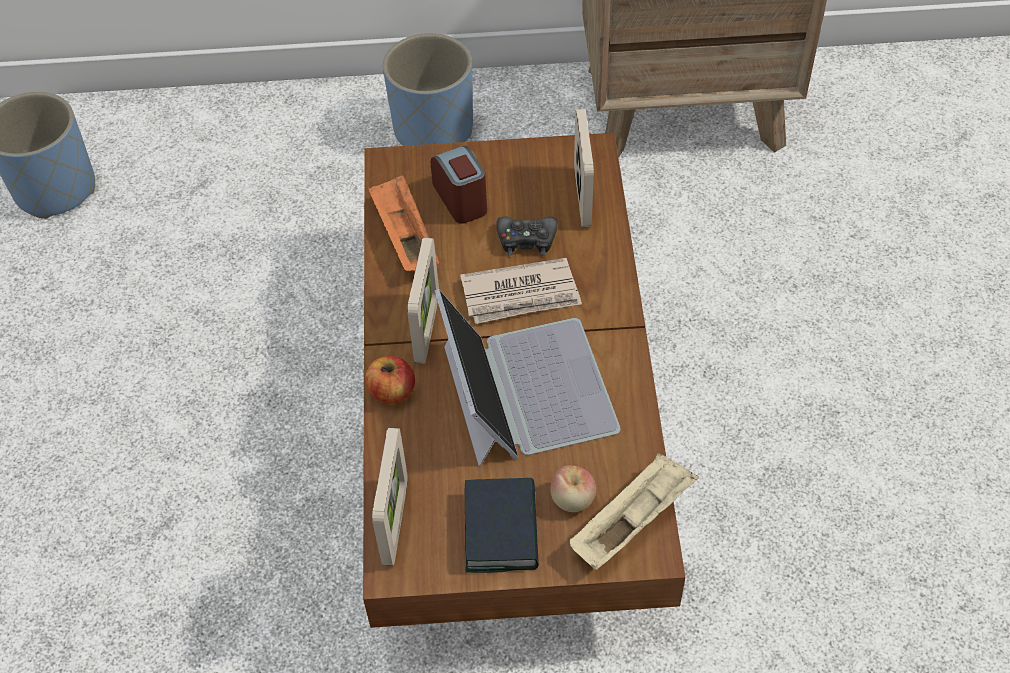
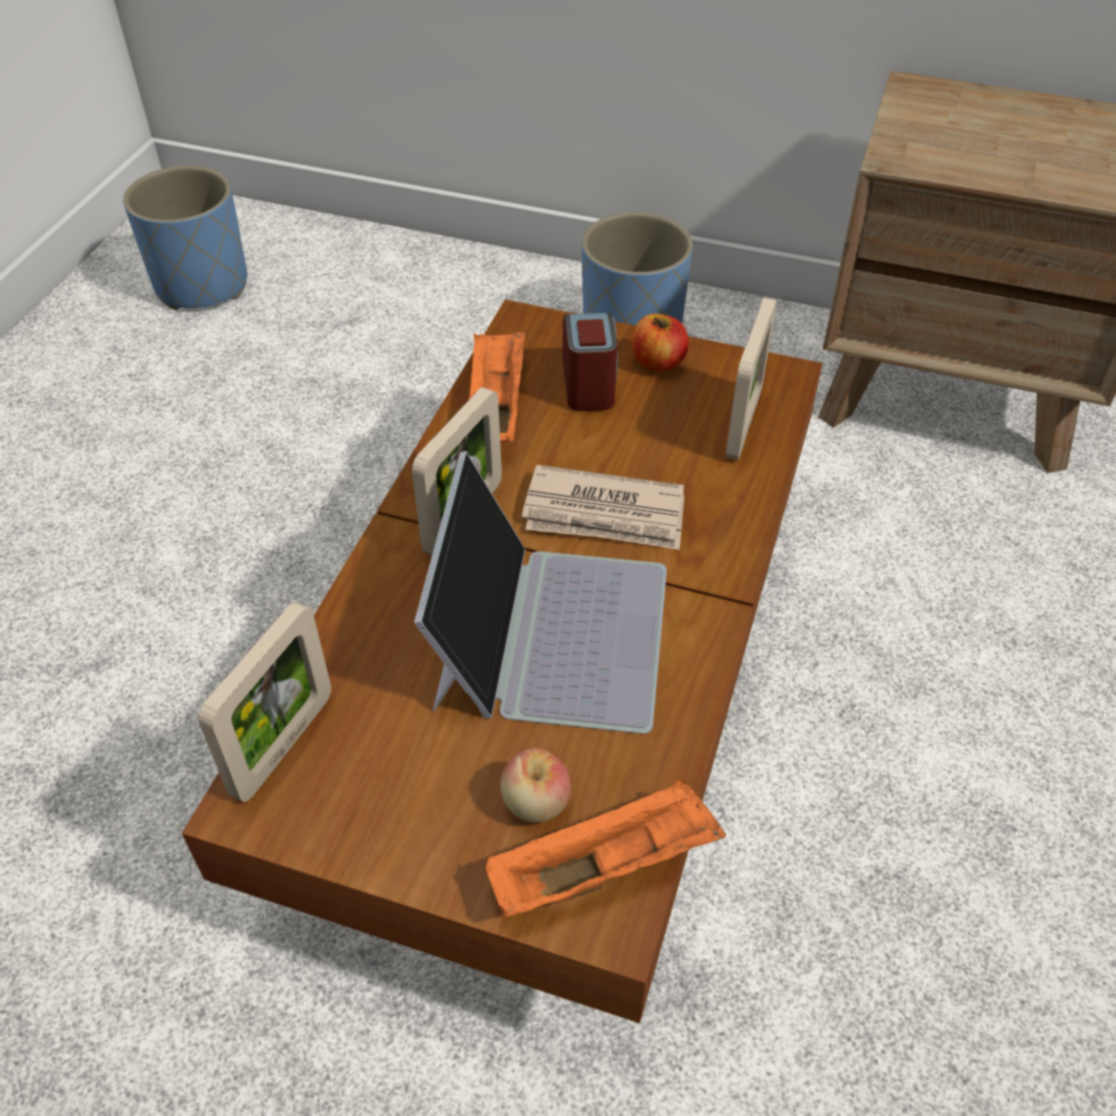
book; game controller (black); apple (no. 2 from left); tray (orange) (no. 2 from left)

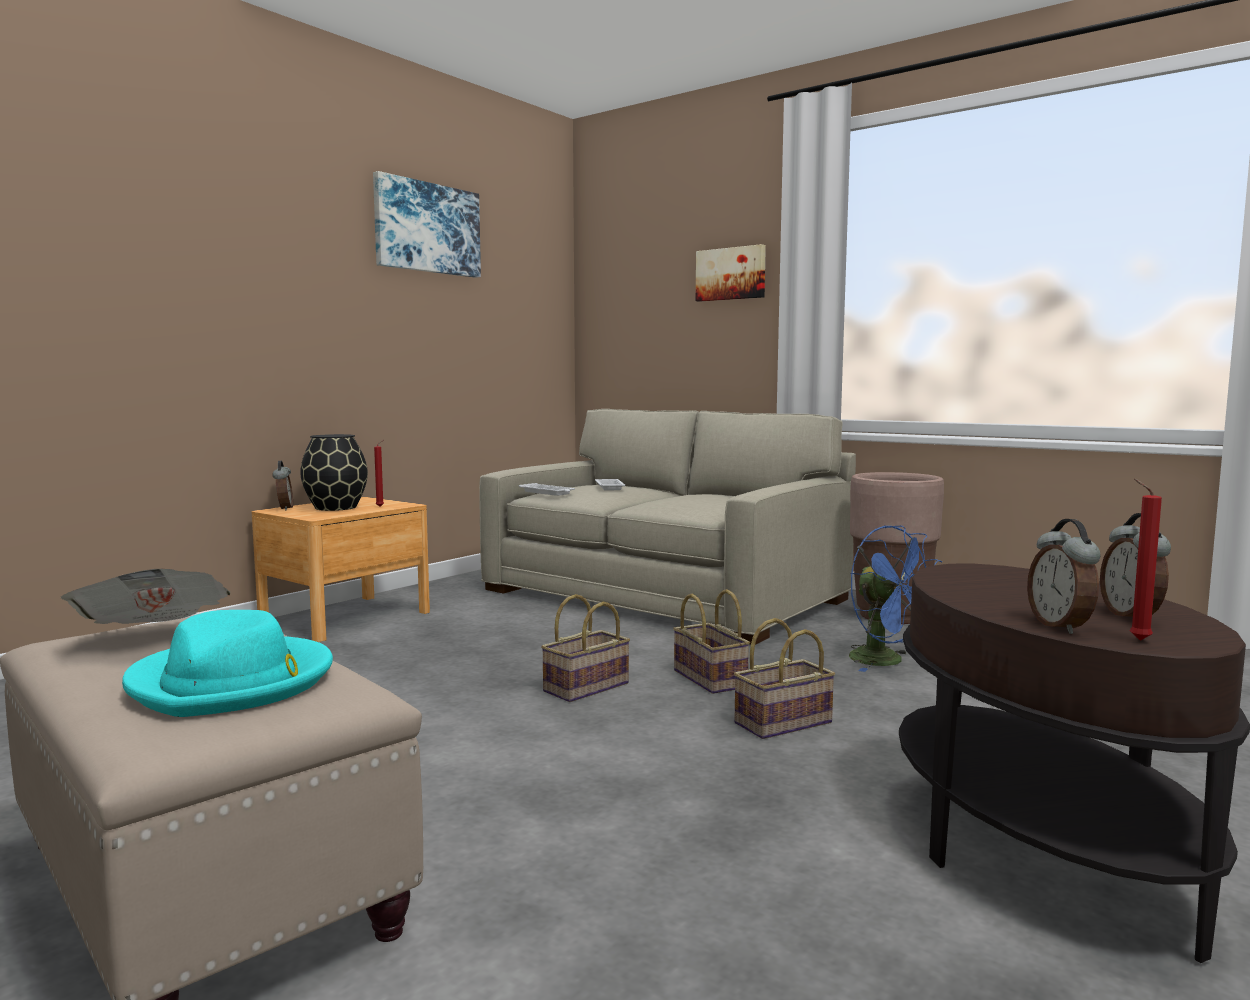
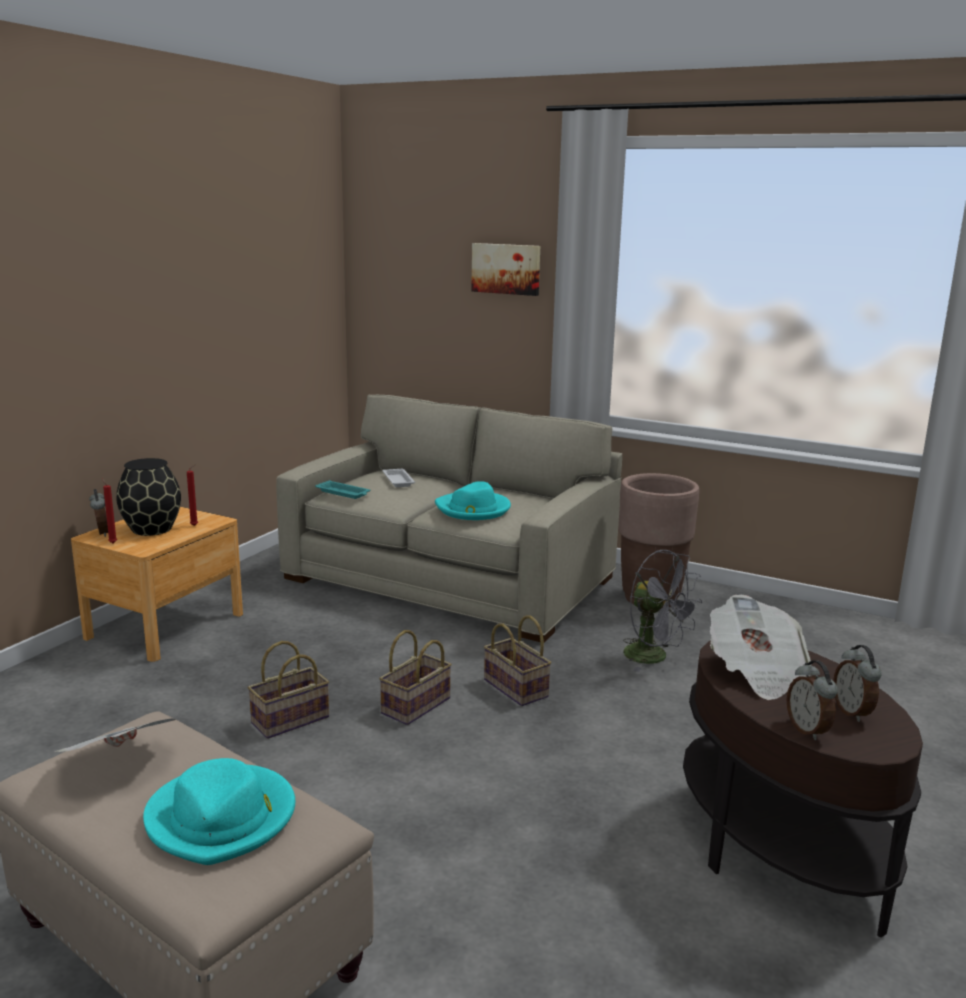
picture (no. 1 from left in the first image); hat (turquoise) (no. 2 from left); newspaper (no. 2 from left); basket (no. 1 from left); candle (red) (no. 1 from left); tray (turquoise); fan (grey)

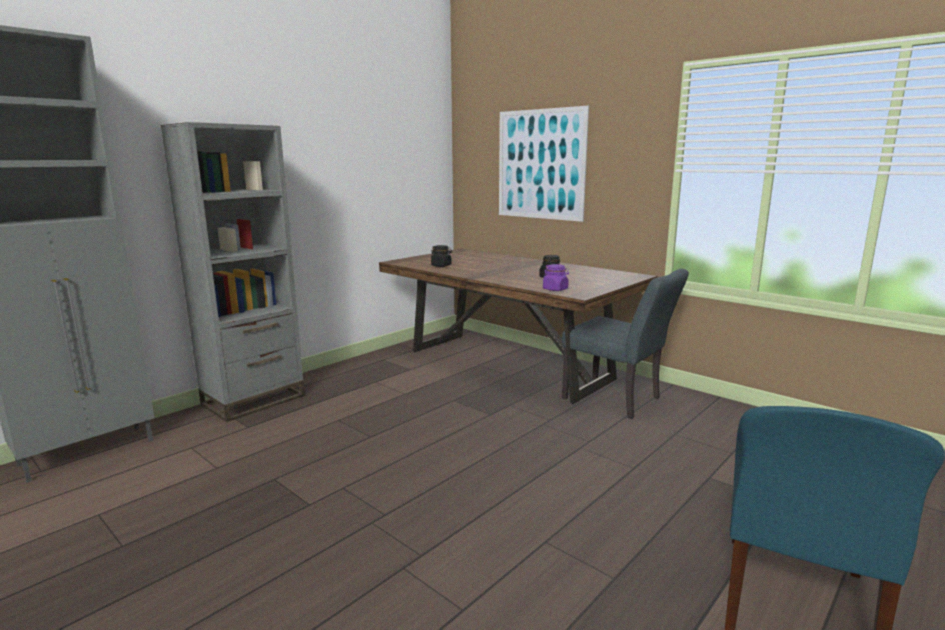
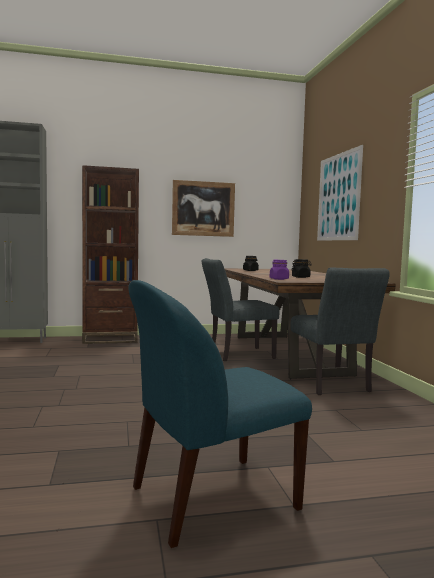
picture (no. 1 from left); chair (grey) (no. 1 from left); bookcase (brown)

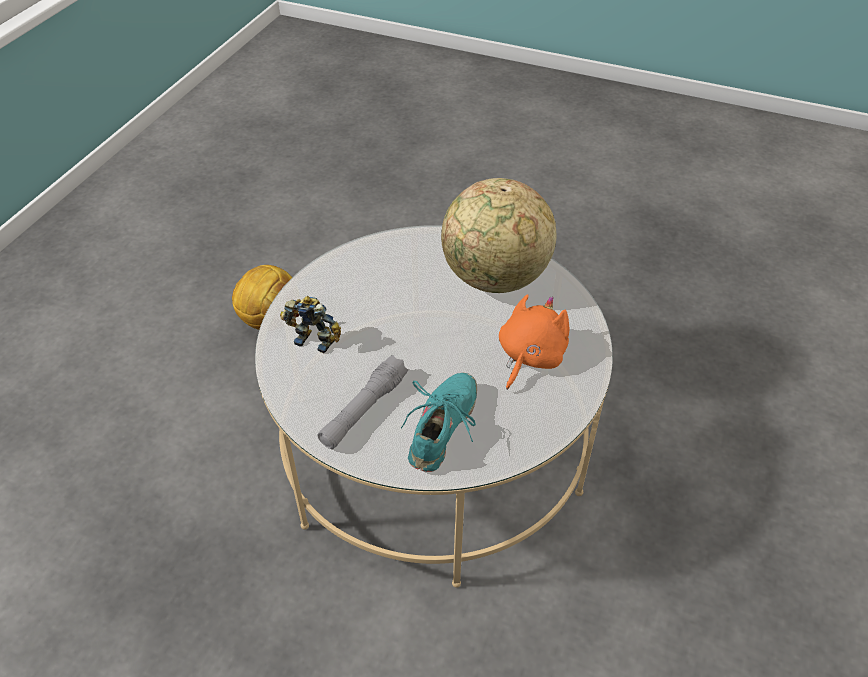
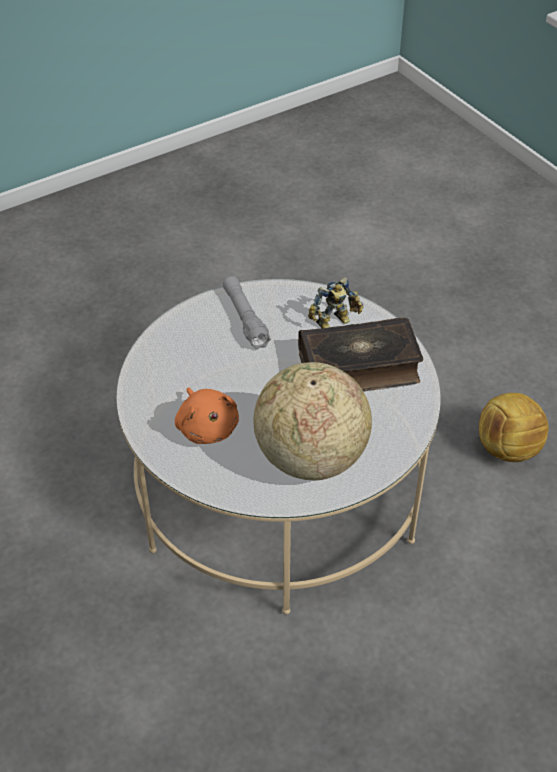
shoe (turquoise); book

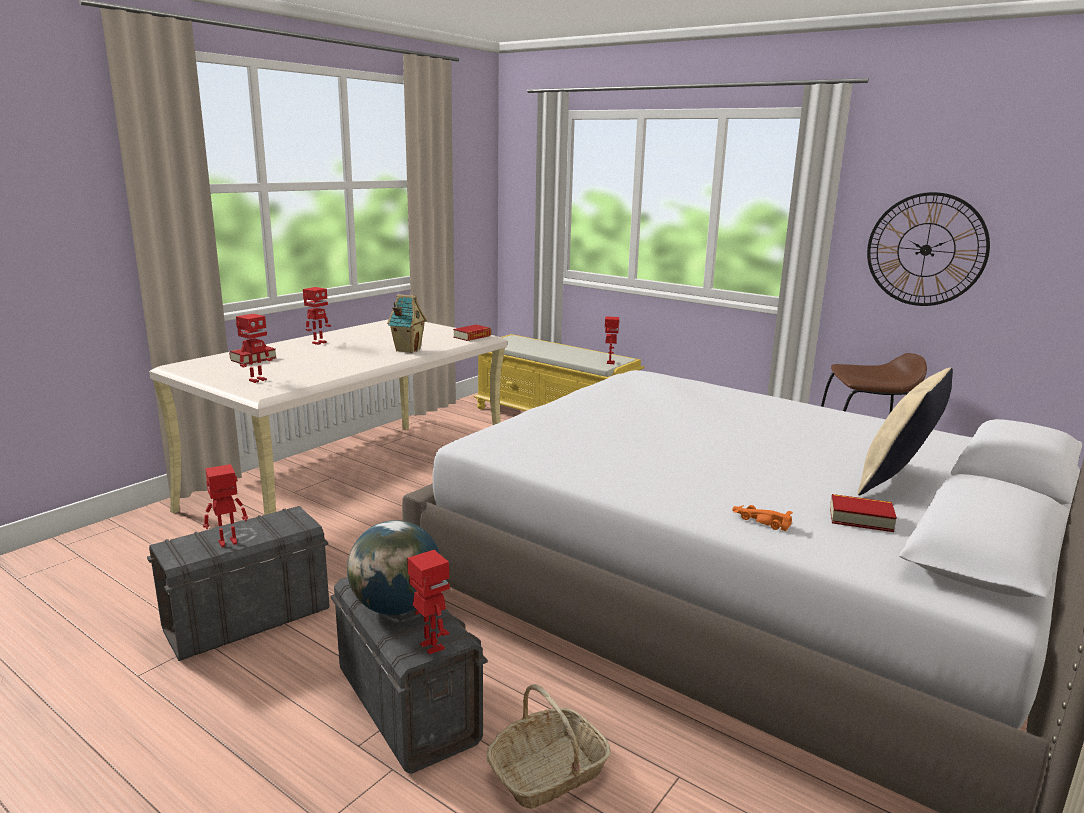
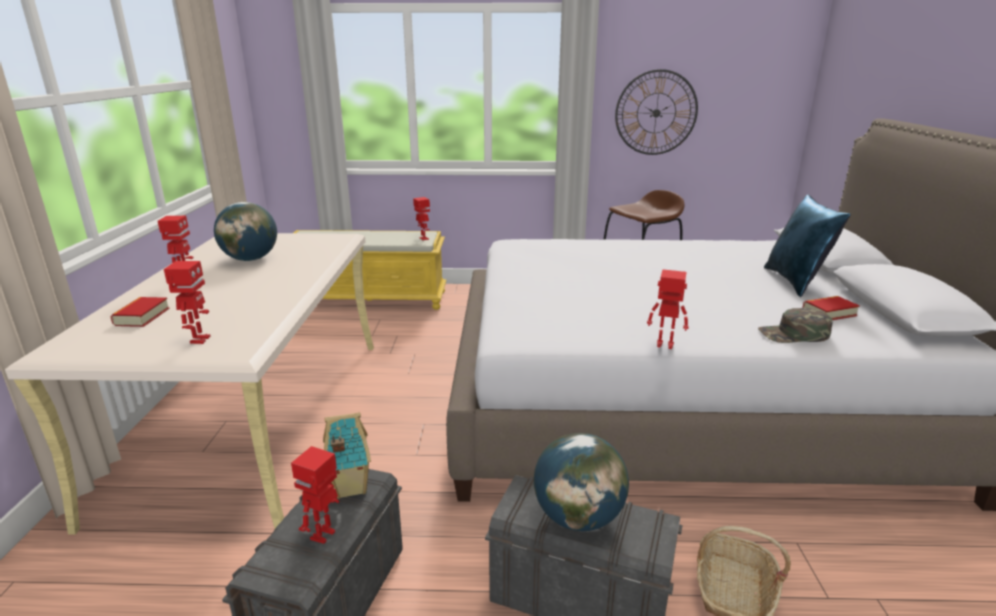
book (no. 2 from left in the first image); globe (no. 1 from left); toy house; toy robot (no. 5 from left); cap (green); pillow (blue)

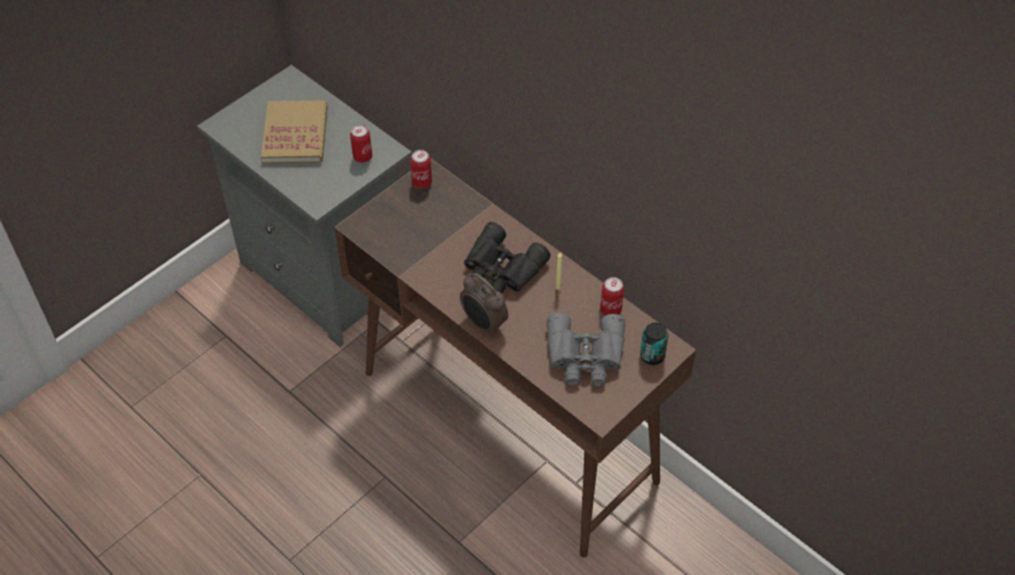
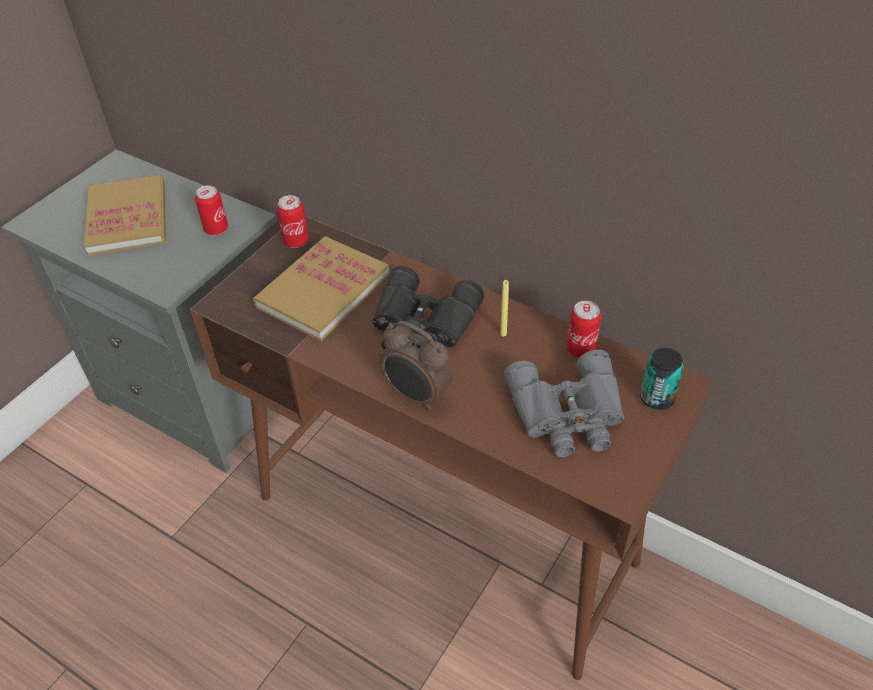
book (no. 2 from left)

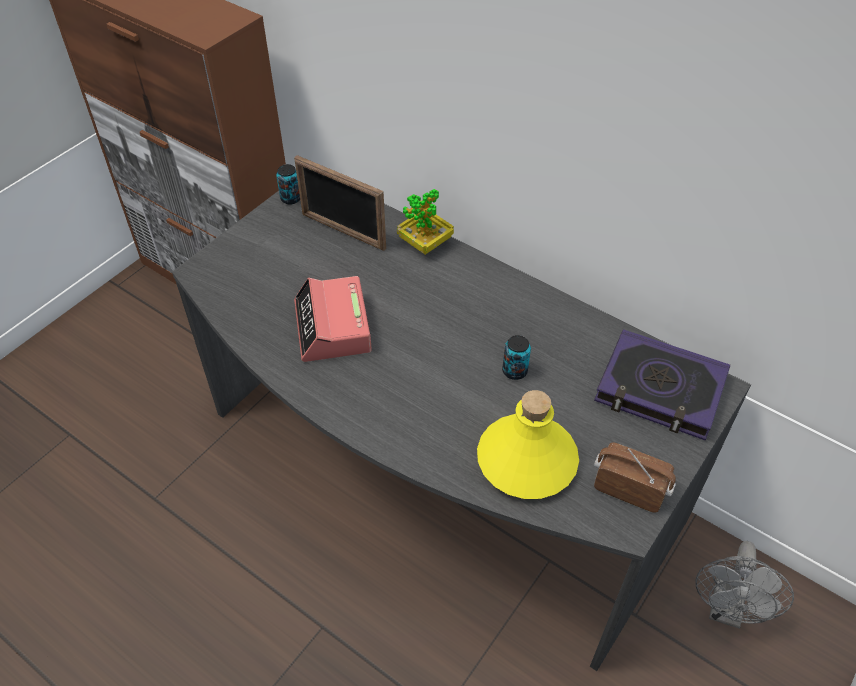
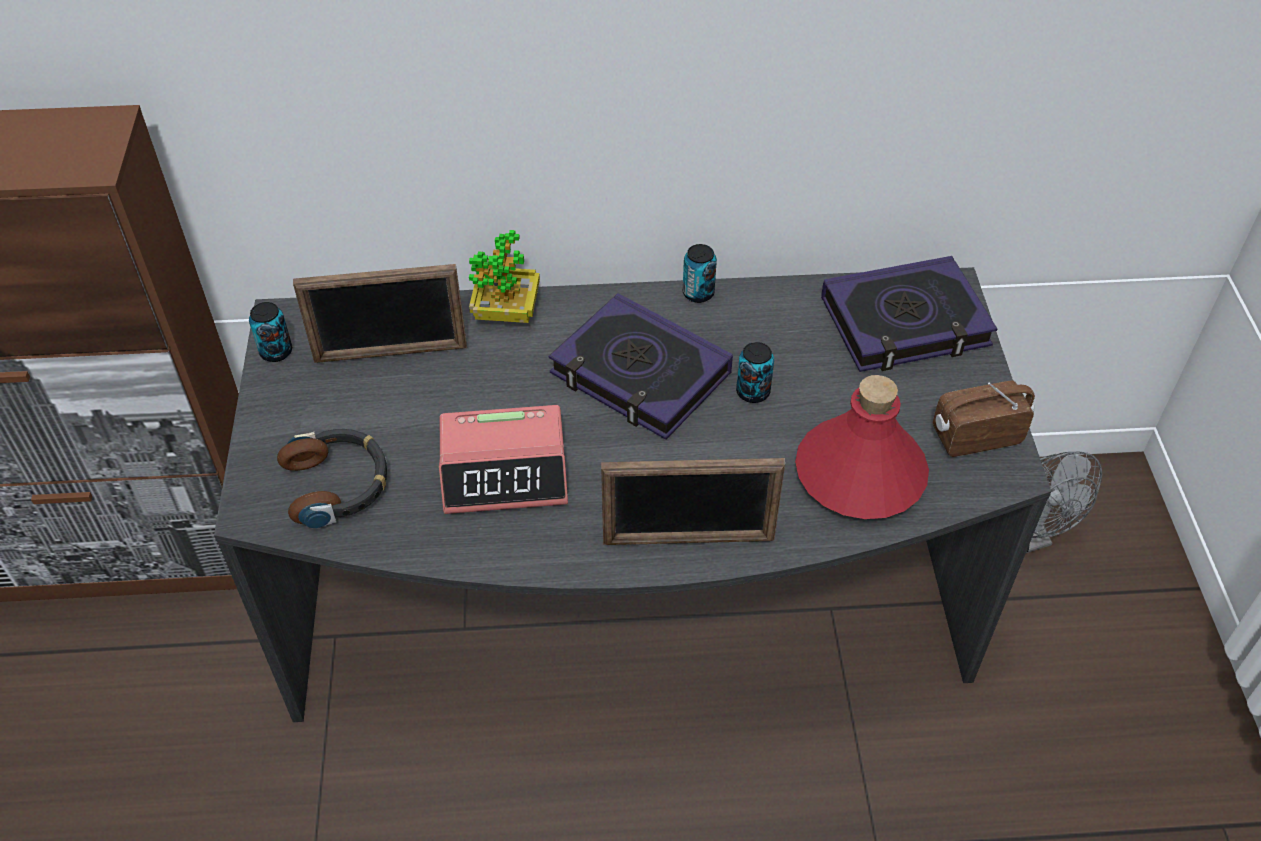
headphones; book (no. 1 from left); picture frame (no. 2 from left); can (no. 2 from left); bottle (red); alarm clock

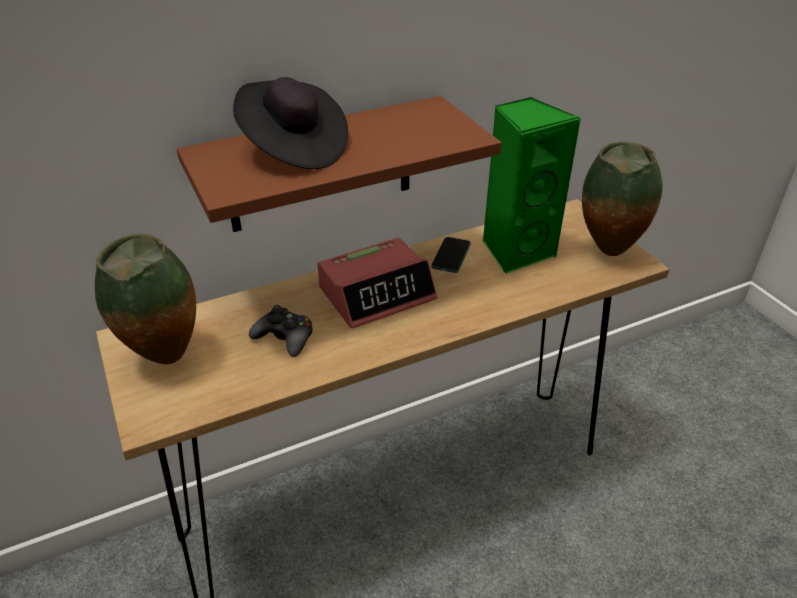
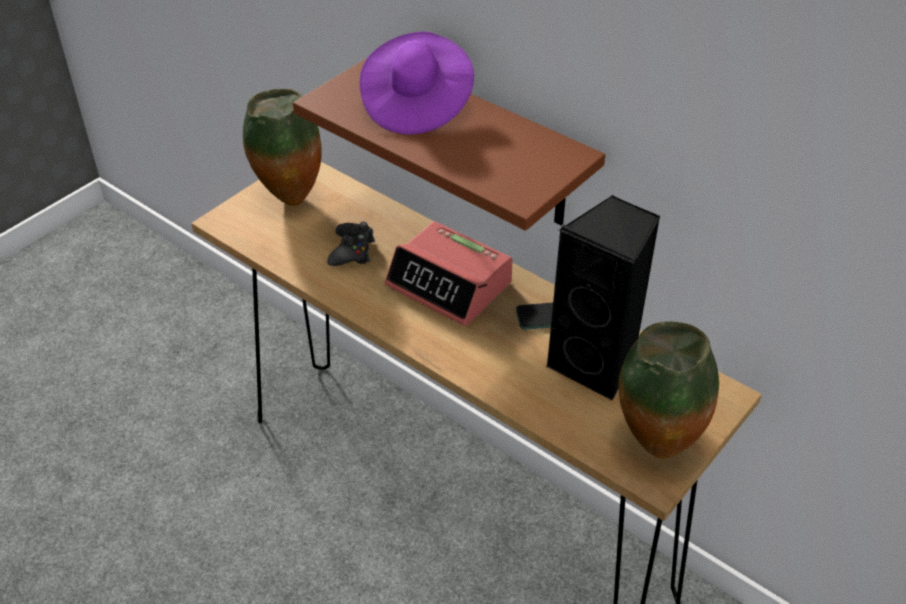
hat (purple); speaker (black)

